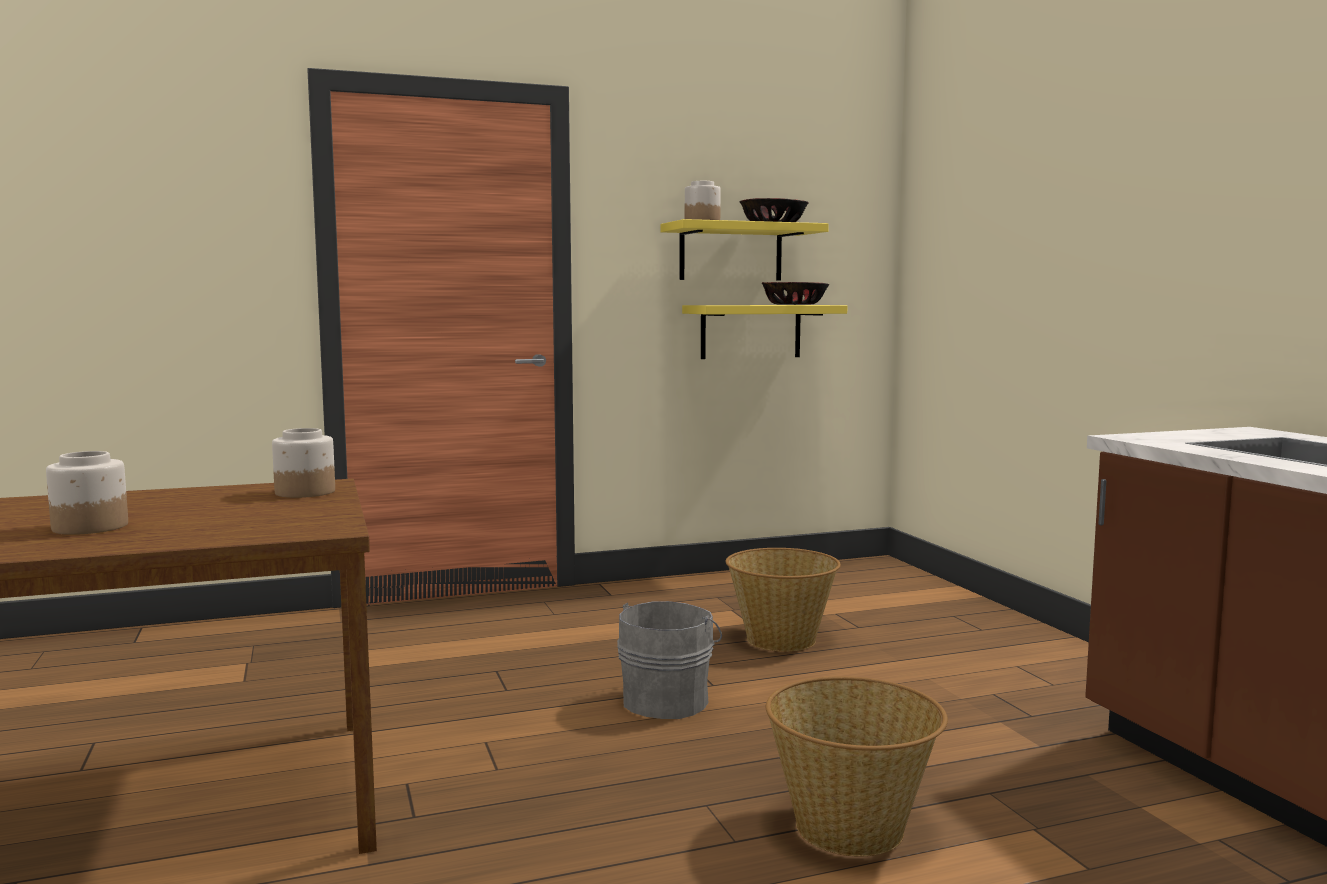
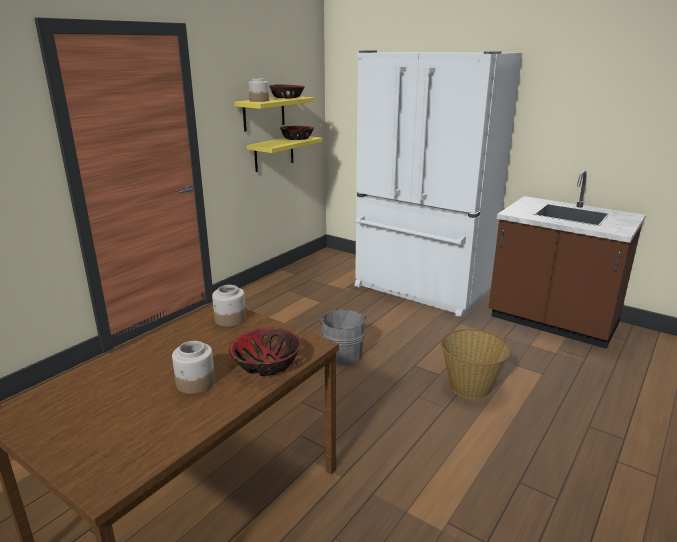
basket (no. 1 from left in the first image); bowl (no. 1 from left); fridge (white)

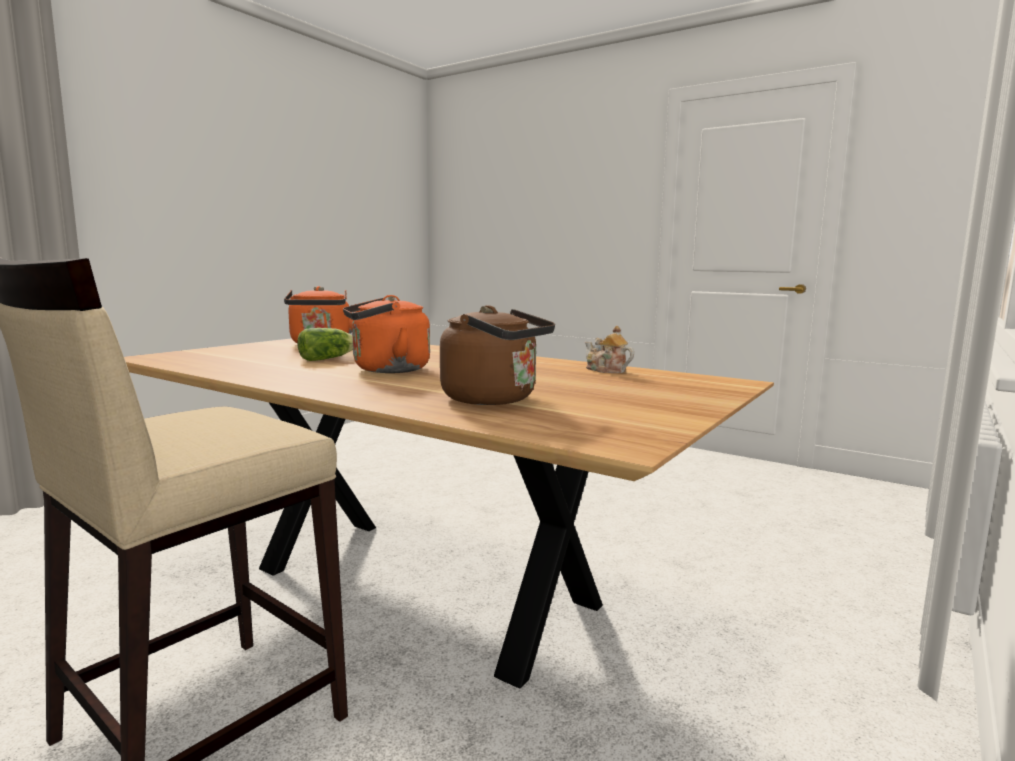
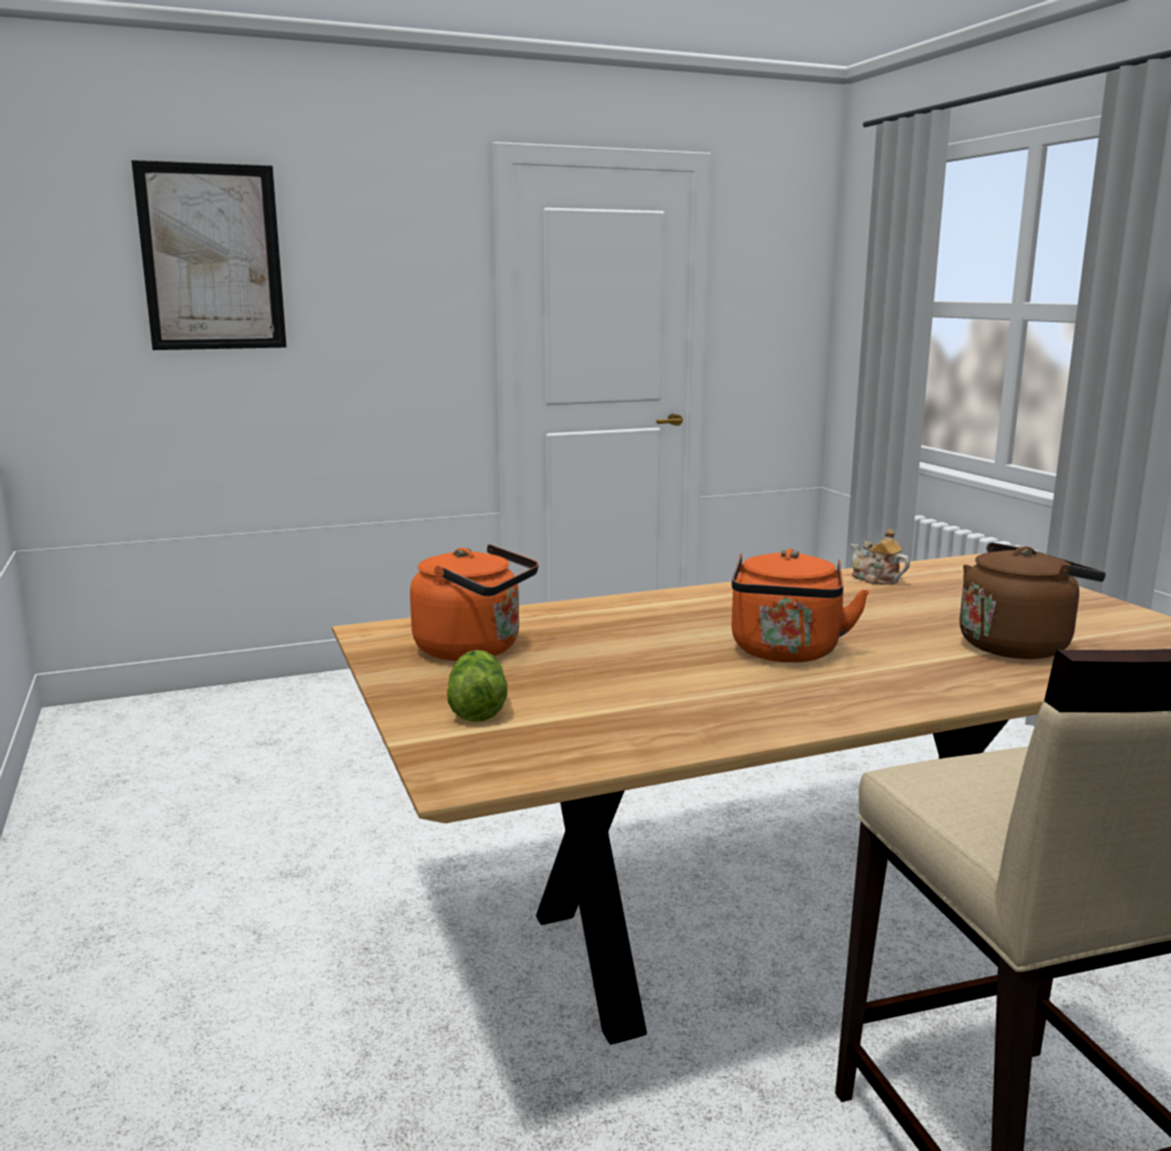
picture; lettuce; teapot

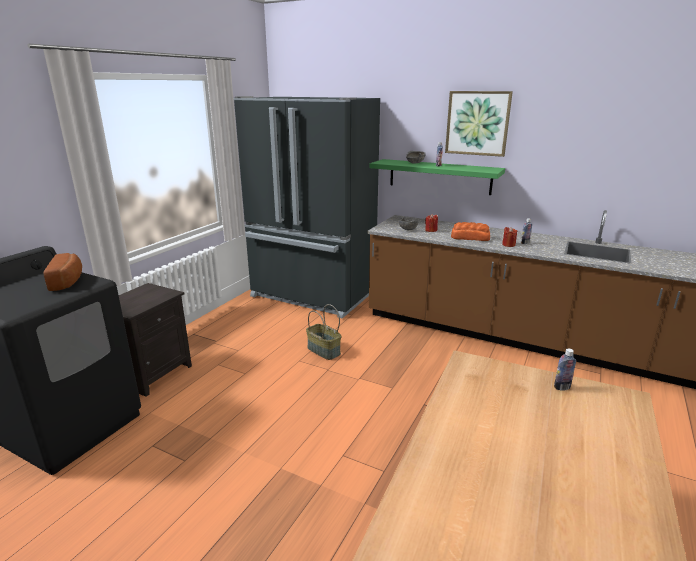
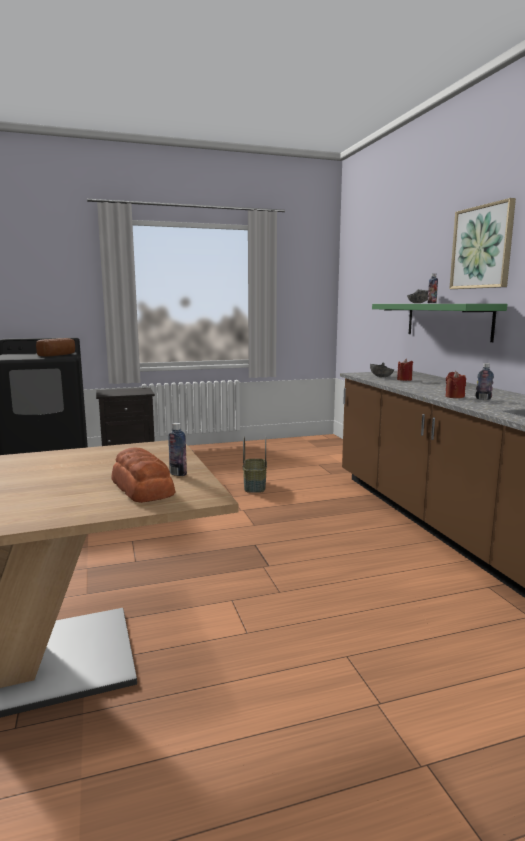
fridge (black); bread (no. 2 from left)

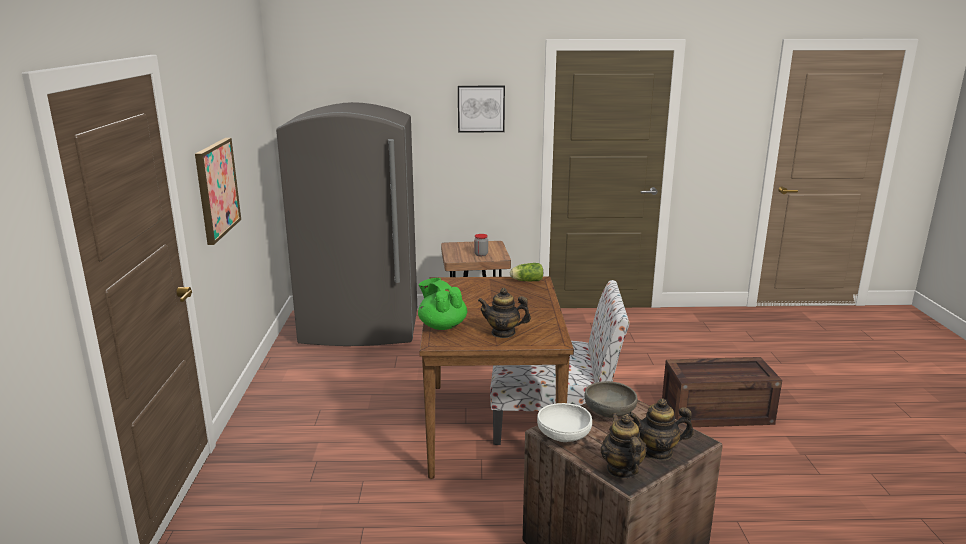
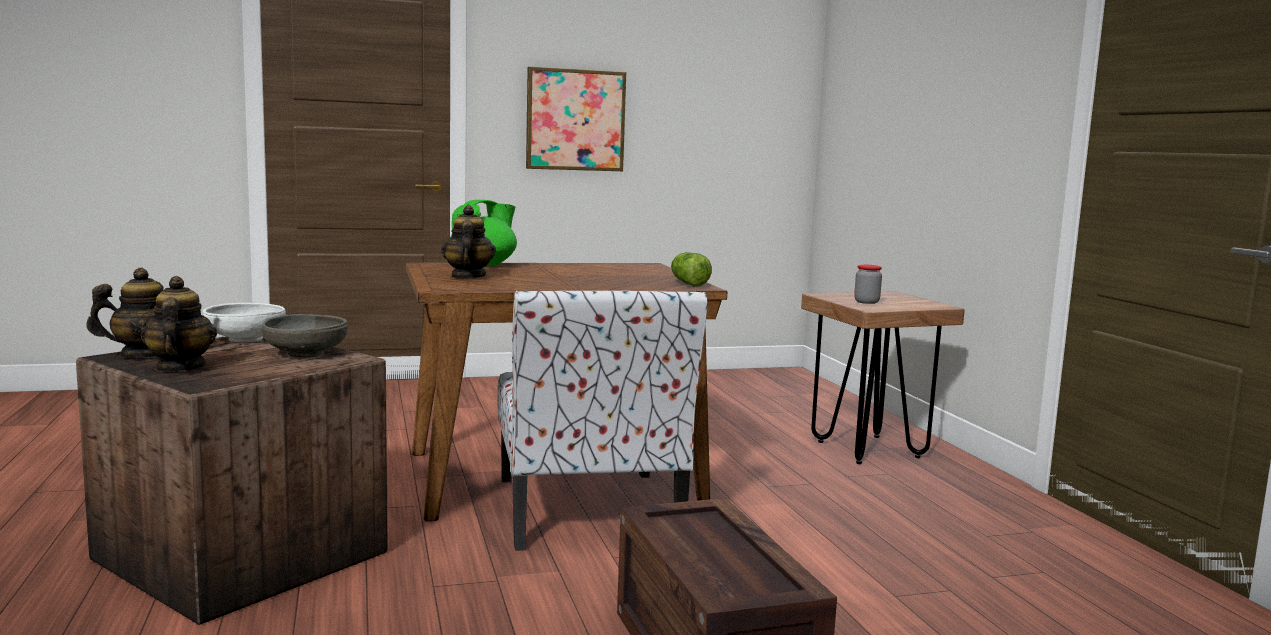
fridge (grey); picture (no. 2 from left in the first image)

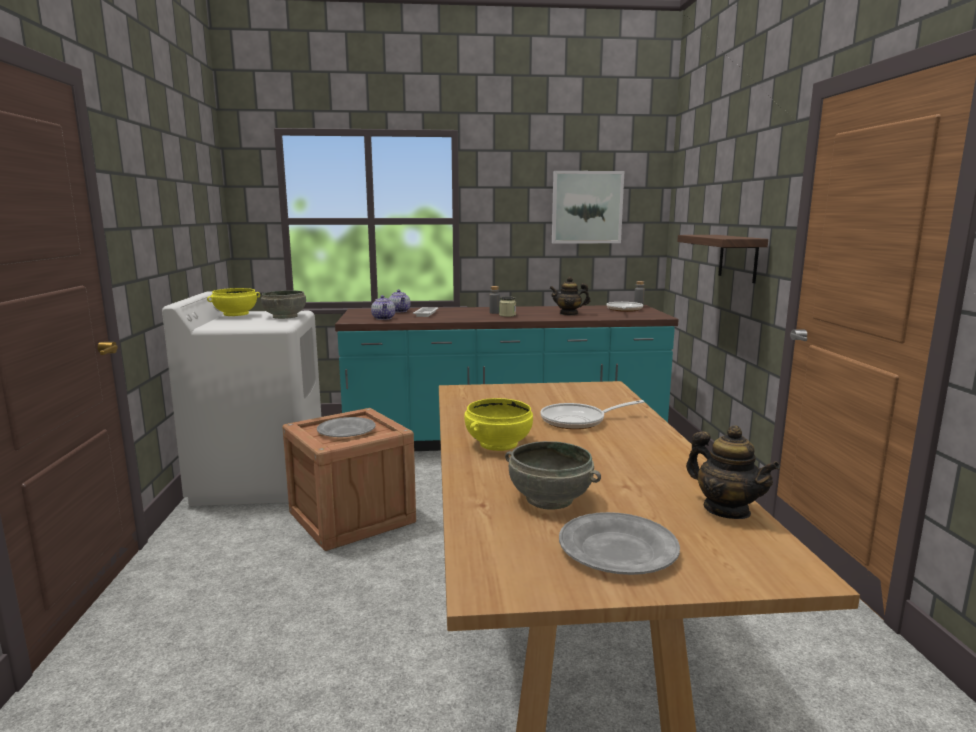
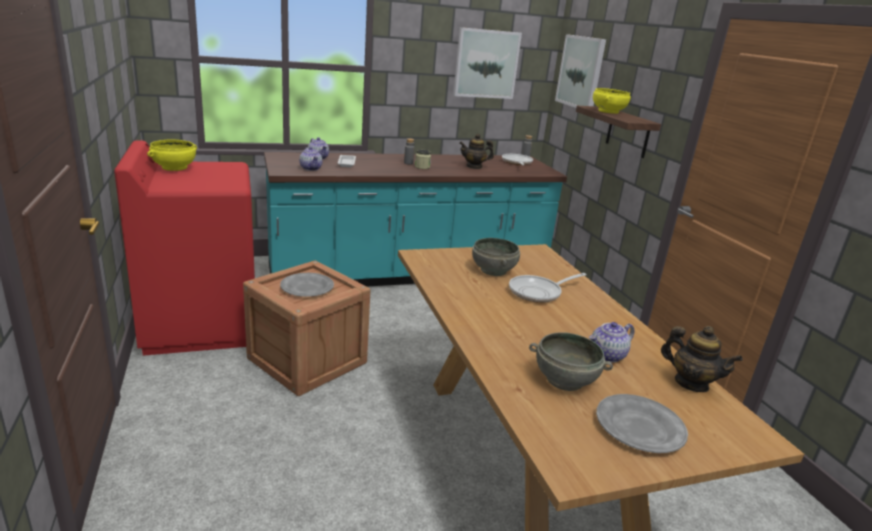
picture (no. 2 from left); teapot (no. 4 from left); bowl (grey) (no. 1 from left); bowl (yellow) (no. 2 from left); washing machine (red)

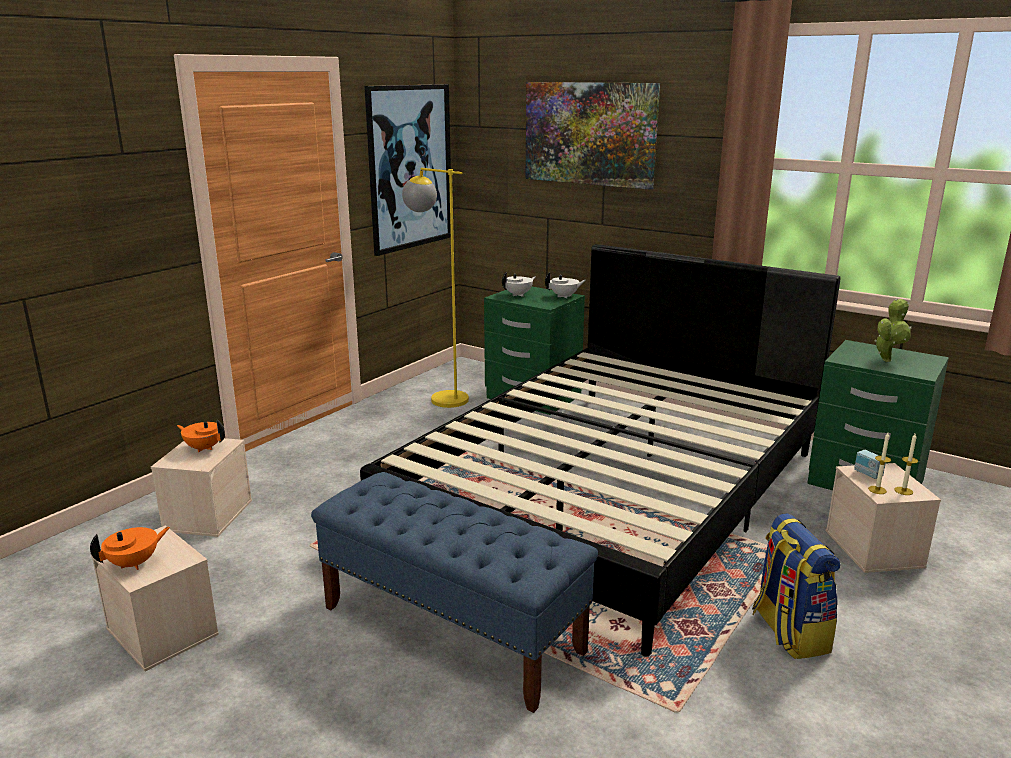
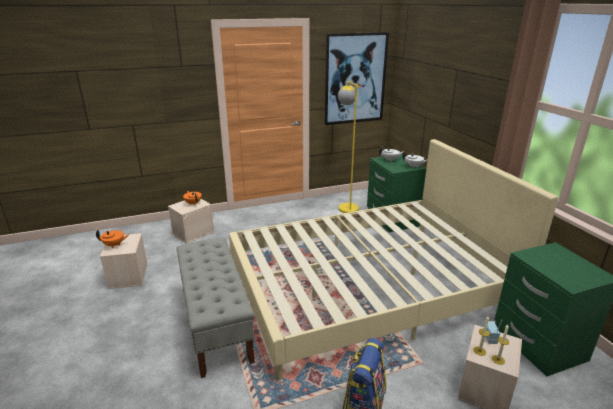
picture (no. 2 from left in the first image); potted plant; bench (grey); bed (beige)

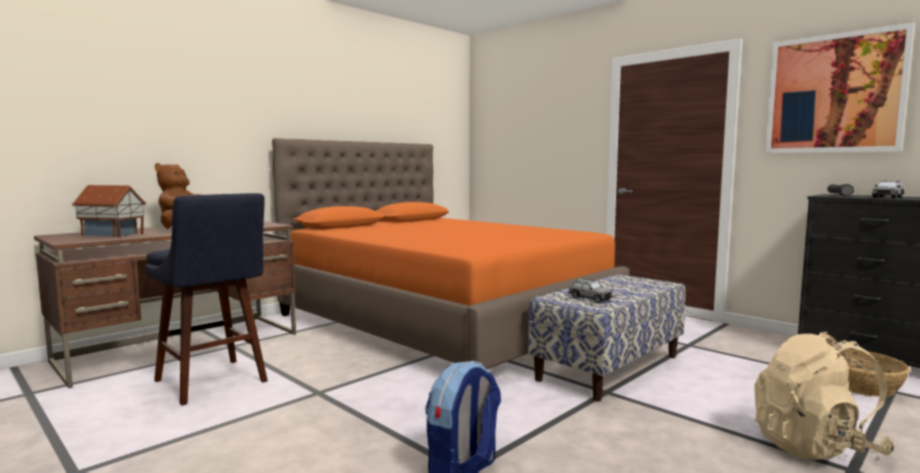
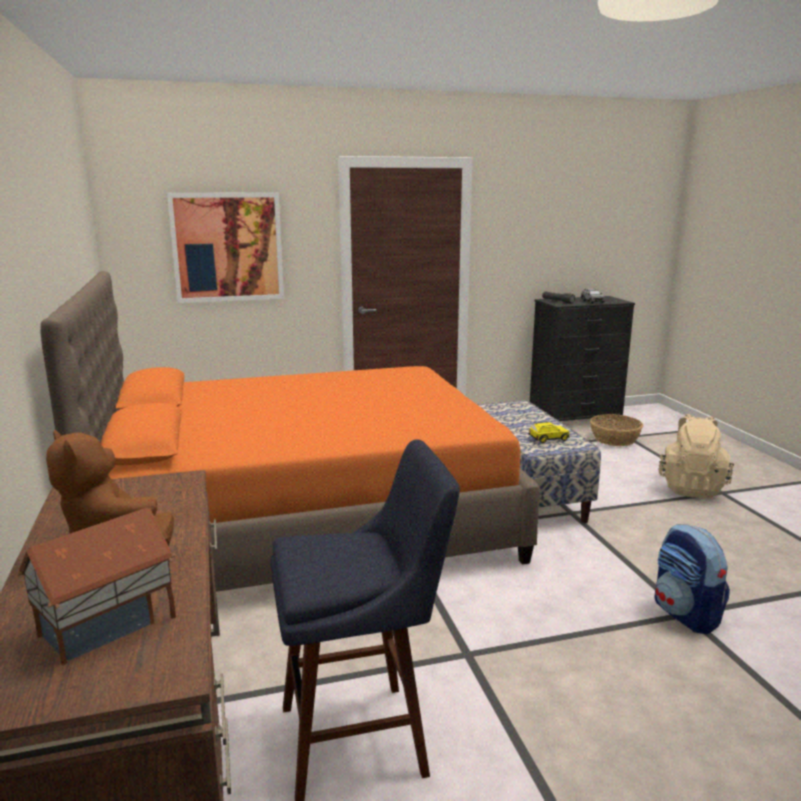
picture; toy car (yellow)

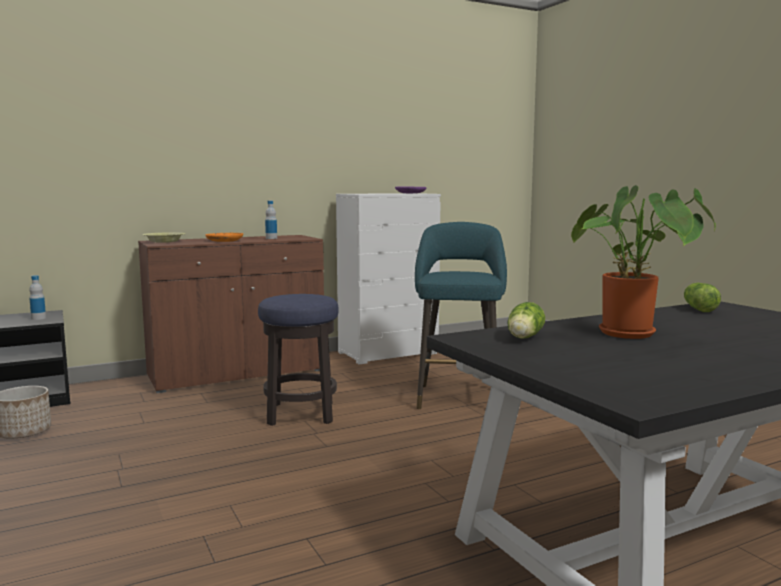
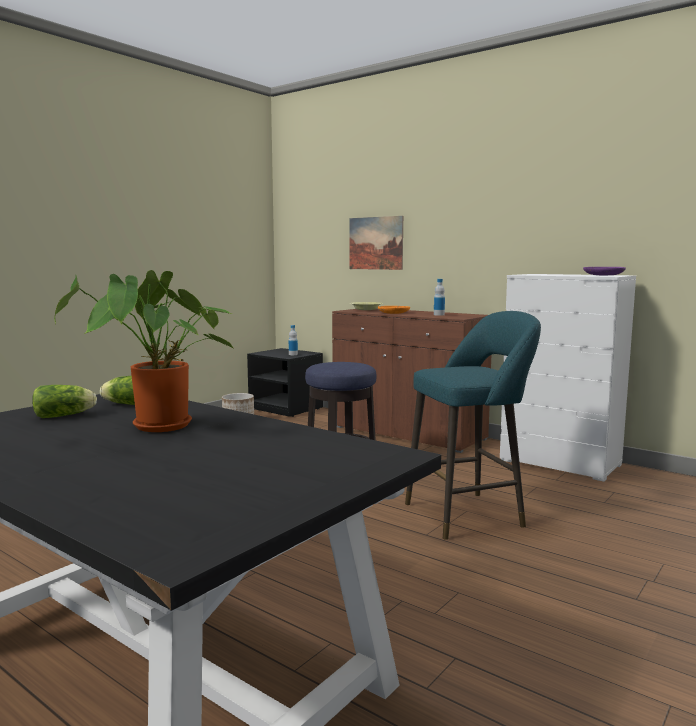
picture; lettuce (no. 1 from left)

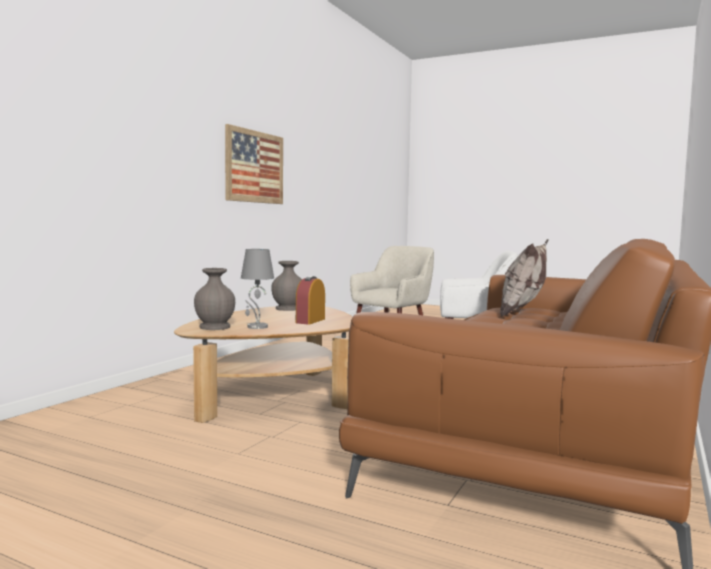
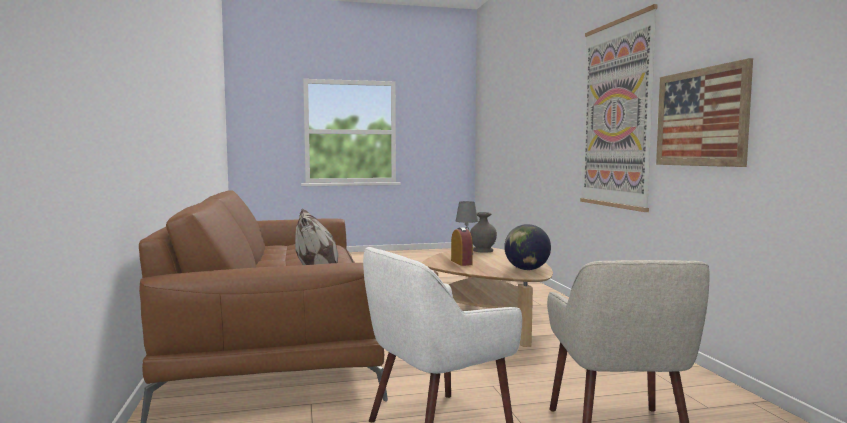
picture (no. 1 from left); globe

